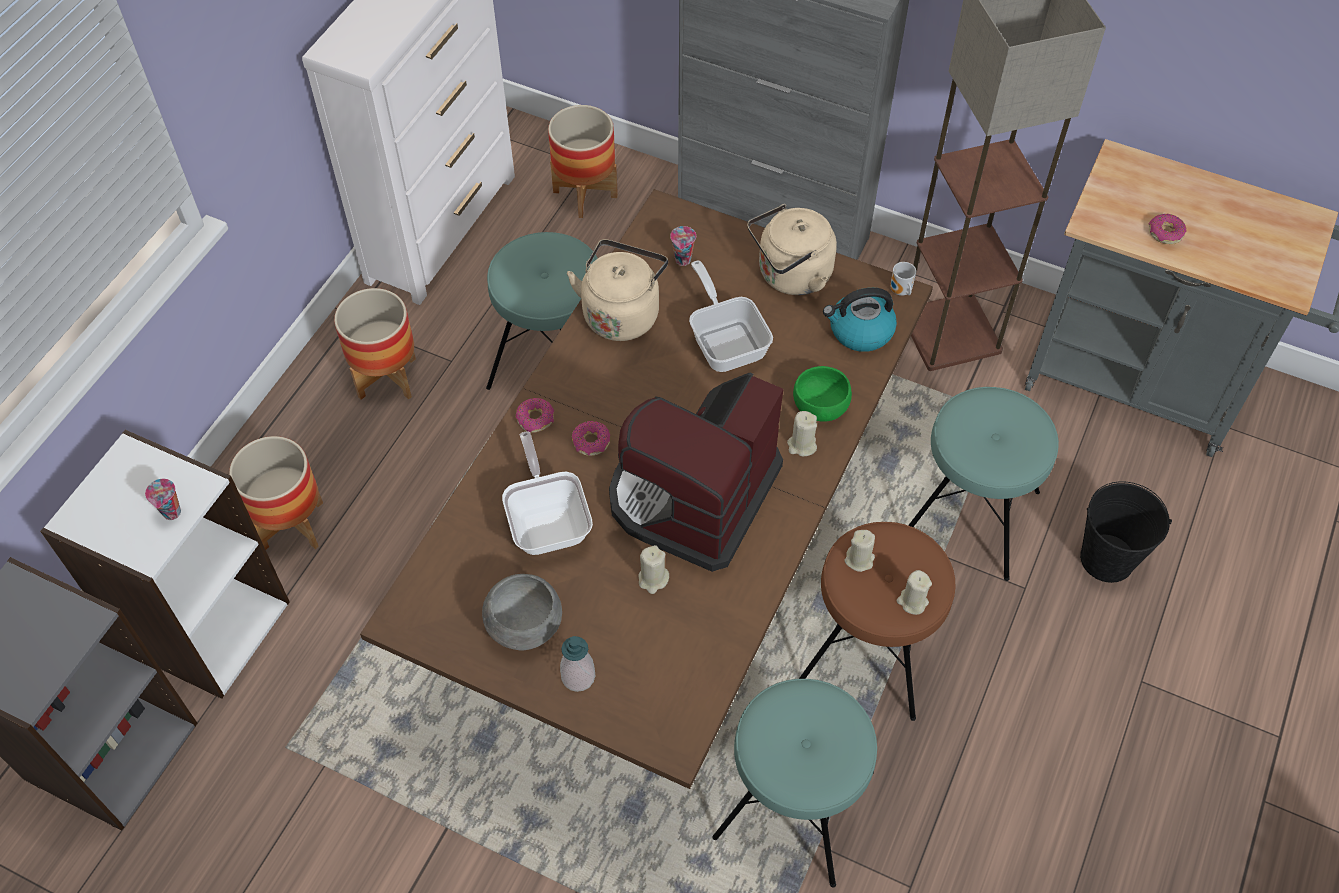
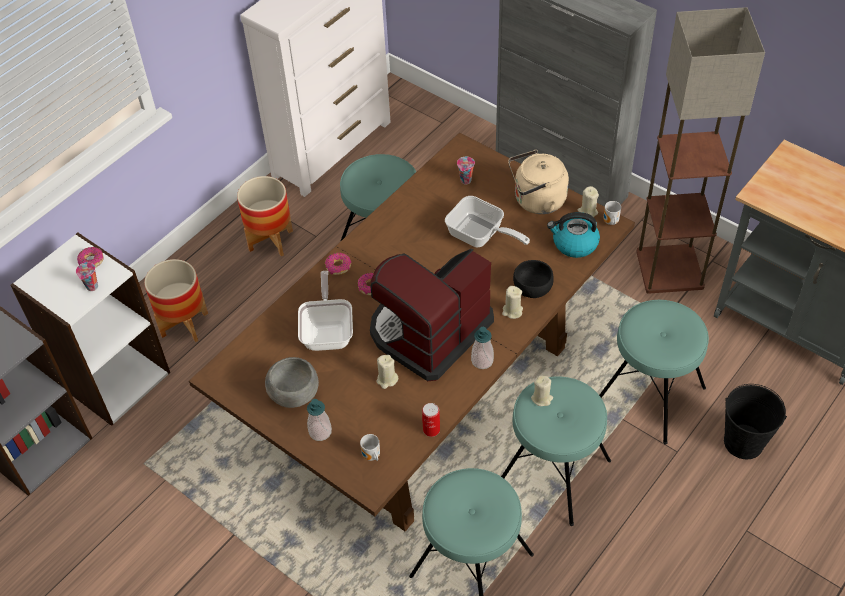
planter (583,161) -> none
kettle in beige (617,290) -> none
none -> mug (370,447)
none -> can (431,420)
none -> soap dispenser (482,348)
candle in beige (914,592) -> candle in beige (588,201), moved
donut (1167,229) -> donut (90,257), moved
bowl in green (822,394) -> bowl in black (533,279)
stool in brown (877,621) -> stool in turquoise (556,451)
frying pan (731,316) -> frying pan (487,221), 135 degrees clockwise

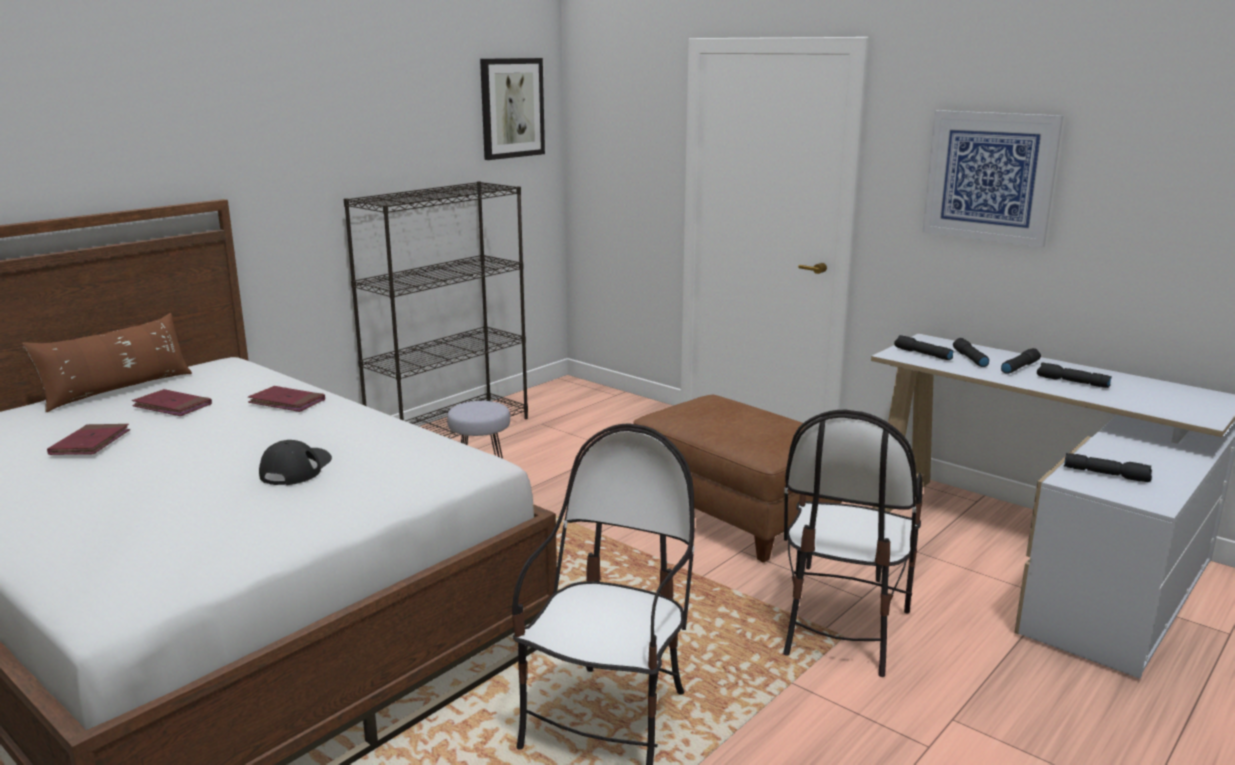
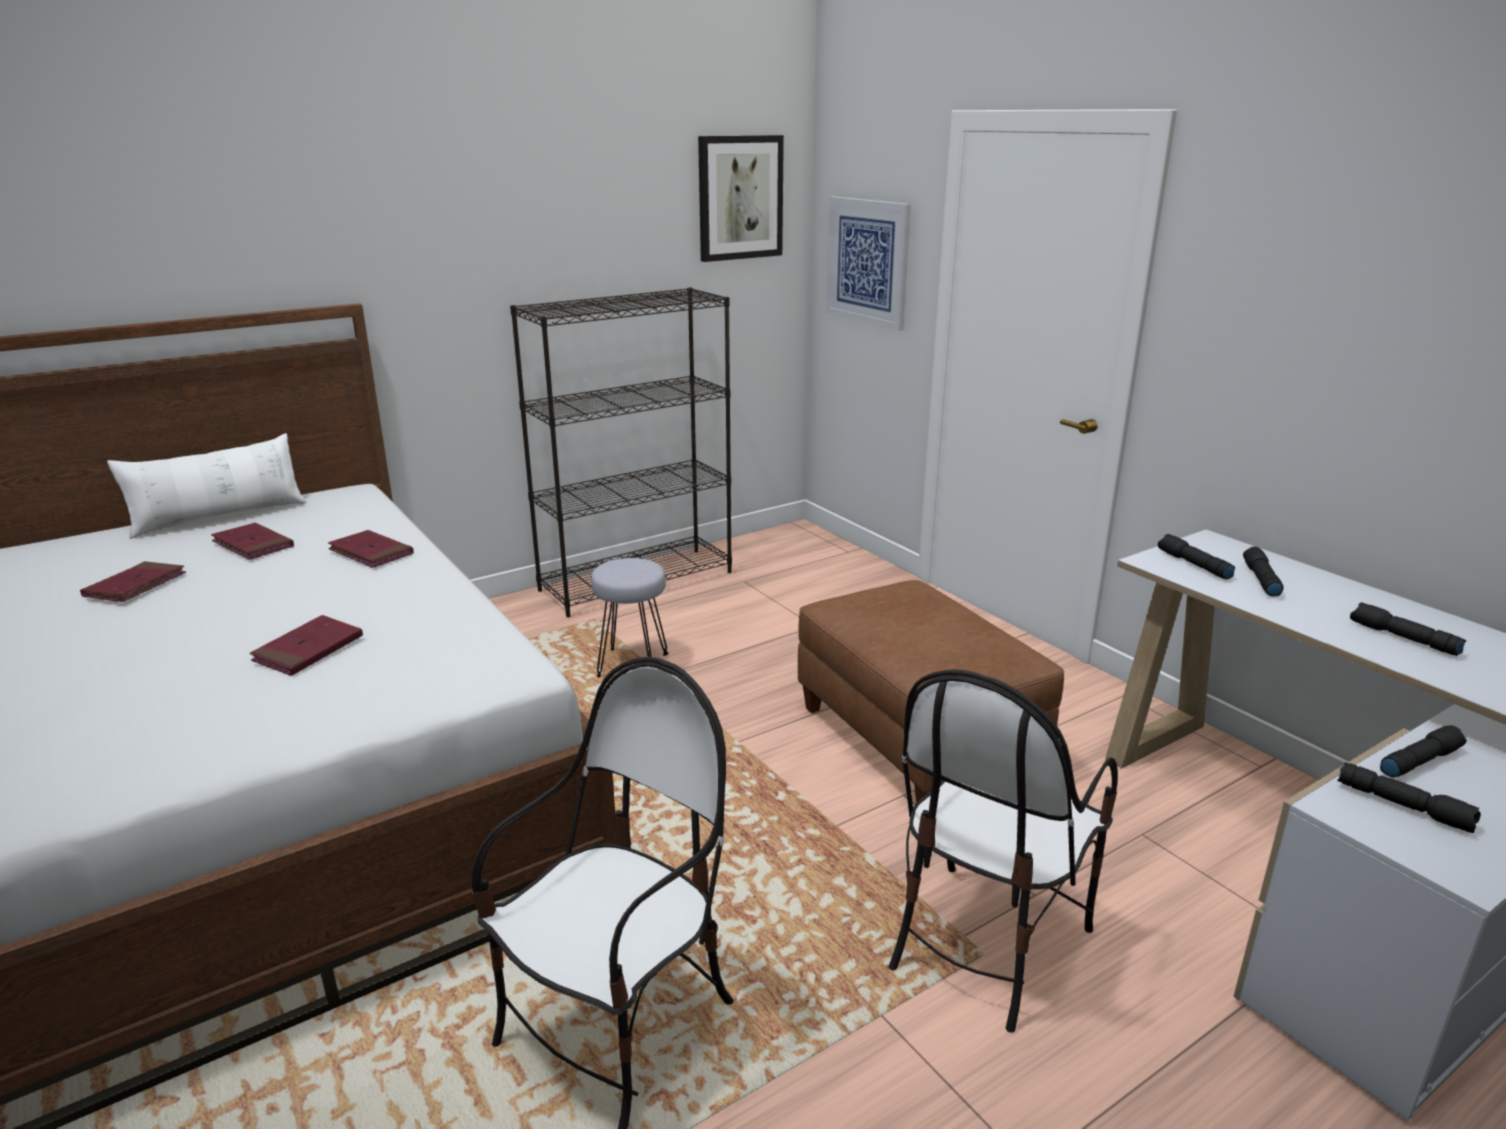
picture (993,178) -> picture (868,264), moved
flashlight in black (1021,361) -> flashlight in black (1423,751), moved
cap in black (295,462) -> book in red (306,645)
pillow in brown (107,362) -> pillow in white (207,486)

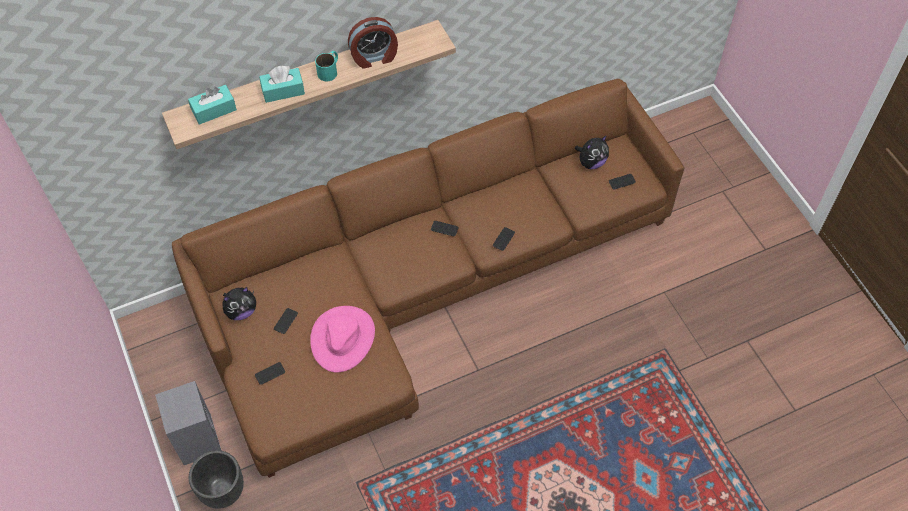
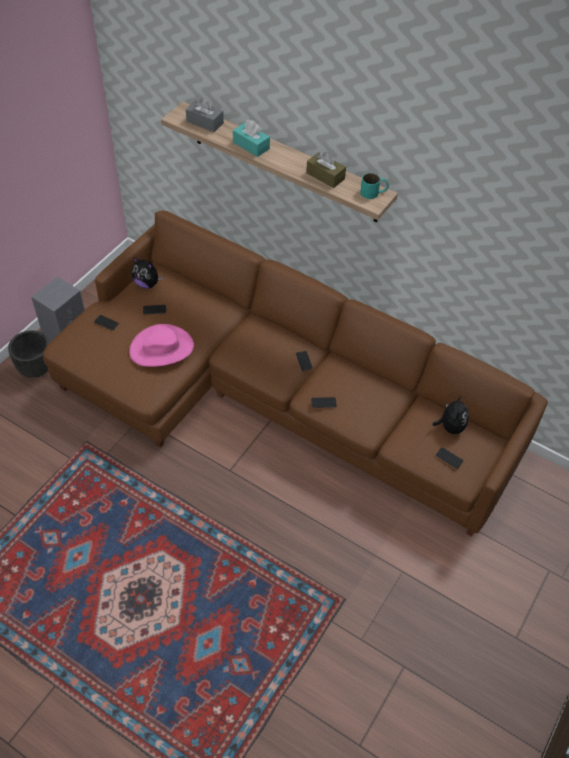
mug in turquoise (326,66) -> mug in turquoise (374,186), moved
alarm clock (373,43) -> tissue box in brown (326,170)
tissue box in turquoise (212,105) -> tissue box in grey (205,115)
plush toy (592,152) -> plush toy (450,414), 105 degrees counterclockwise

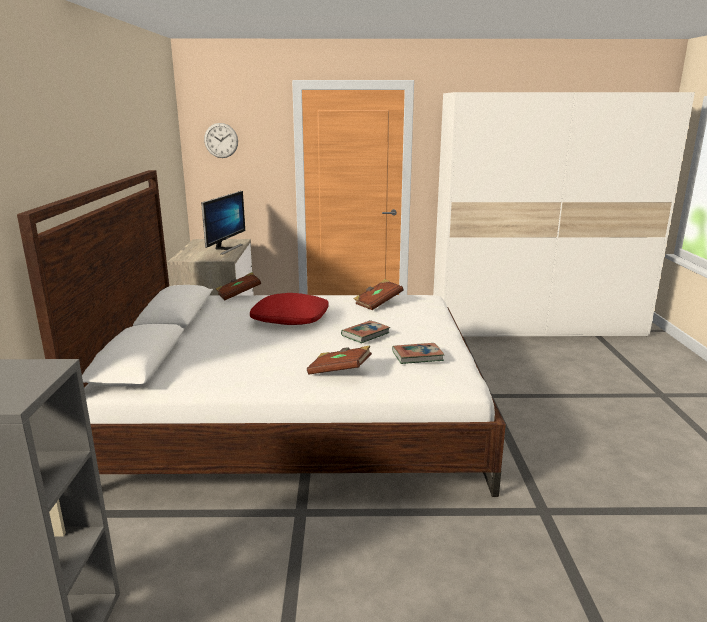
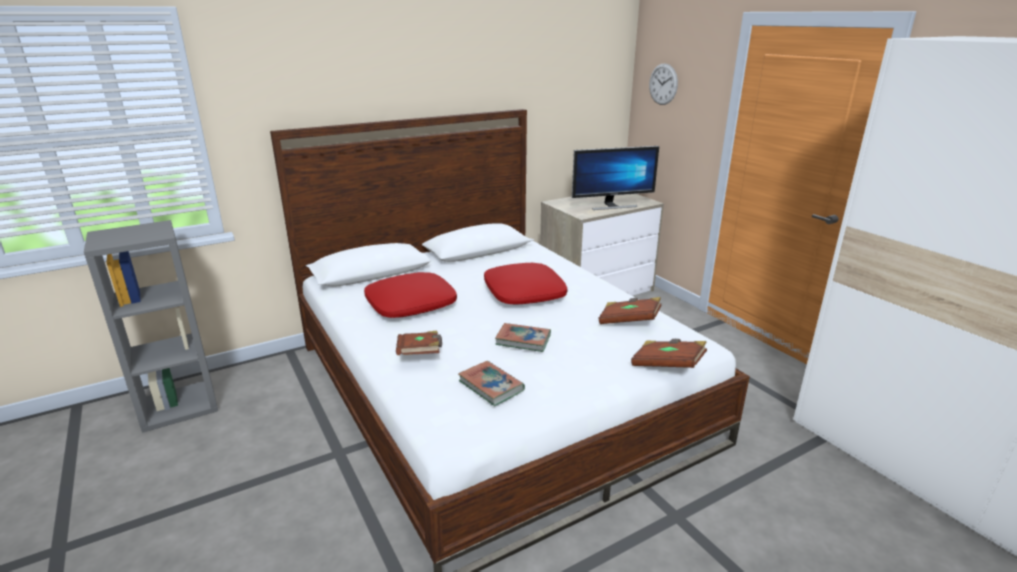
none -> pillow in red (410,295)
book in brown (238,286) -> book in brown (669,353), moved

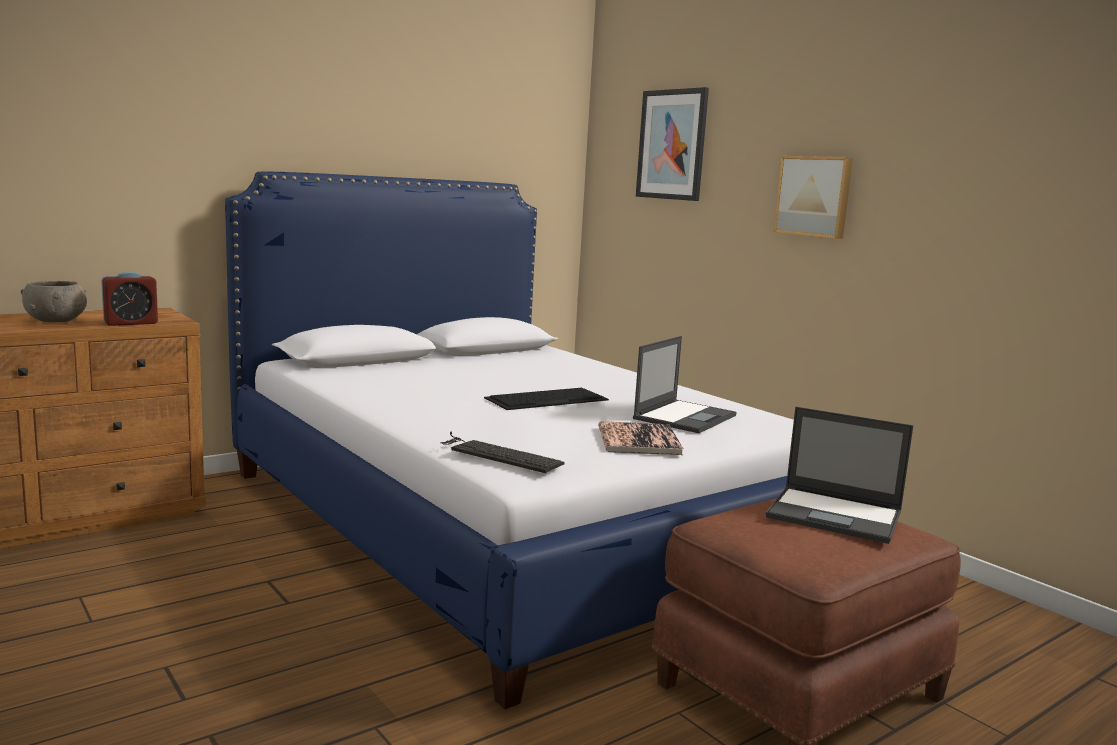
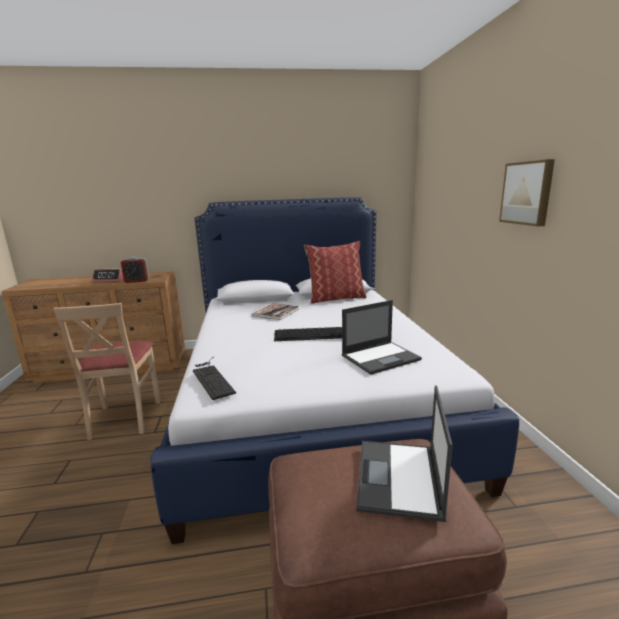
picture (672,144) -> none
none -> chair in beige (107,371)
none -> pillow (335,272)
book (641,438) -> book (275,311), moved
bowl in grey (54,301) -> alarm clock (108,275)
laptop (839,475) -> laptop (404,453), 45 degrees clockwise

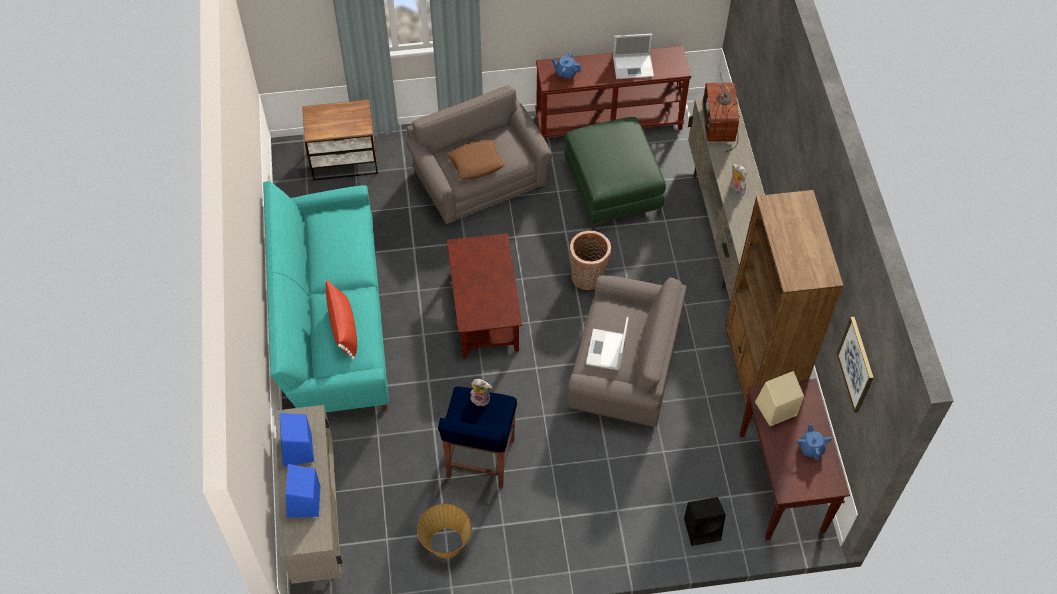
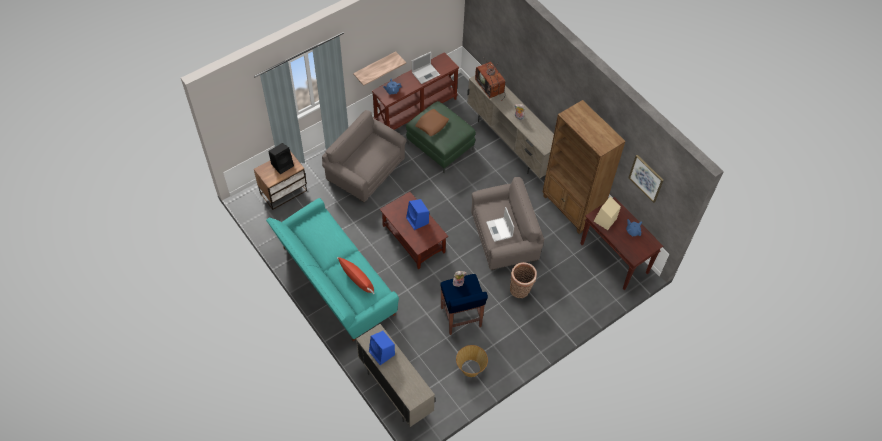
none -> shelf (379,68)
speaker in blue (303,491) -> speaker in blue (417,214), moved
pillow in brown (476,160) -> pillow in brown (432,122), moved
basket (590,260) -> basket (523,280), moved
speaker in black (705,521) -> speaker in black (281,158), moved

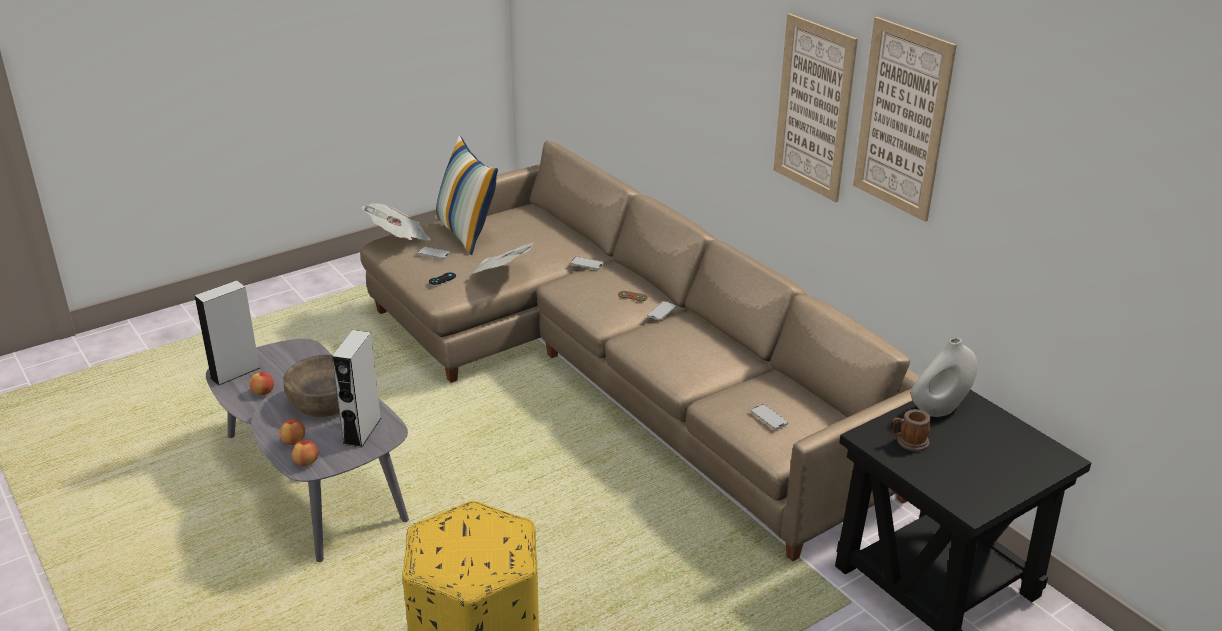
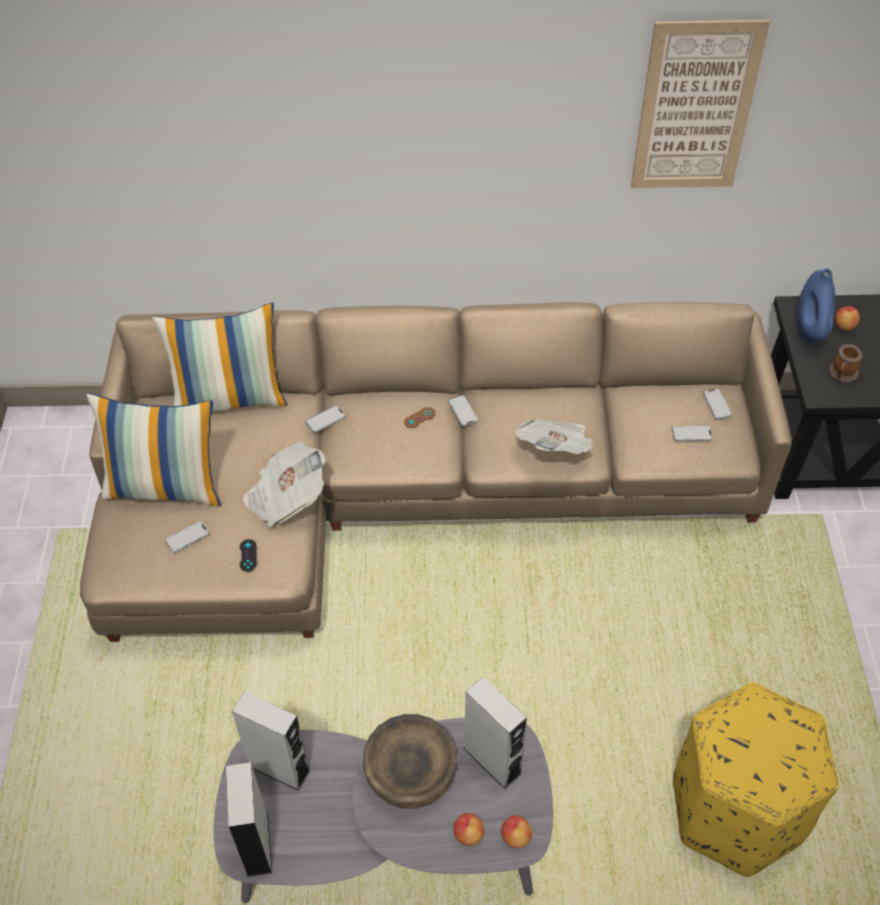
picture (816,107) -> none
none -> pillow (220,357)
none -> speaker in grey (271,741)
none -> phone (717,404)
apple (261,383) -> apple (847,318), moved
newspaper (397,222) -> newspaper (554,436), moved
vase in white (944,377) -> vase in blue (816,305)

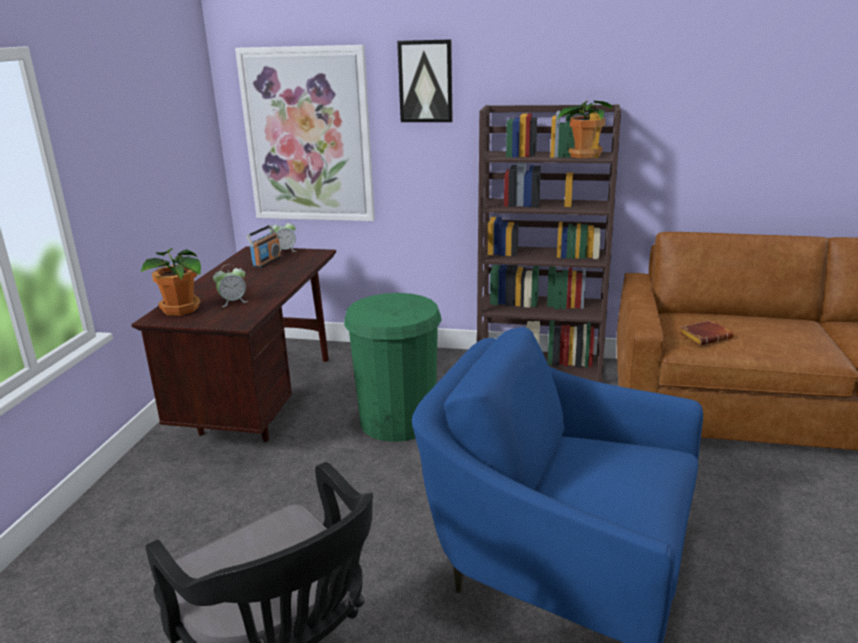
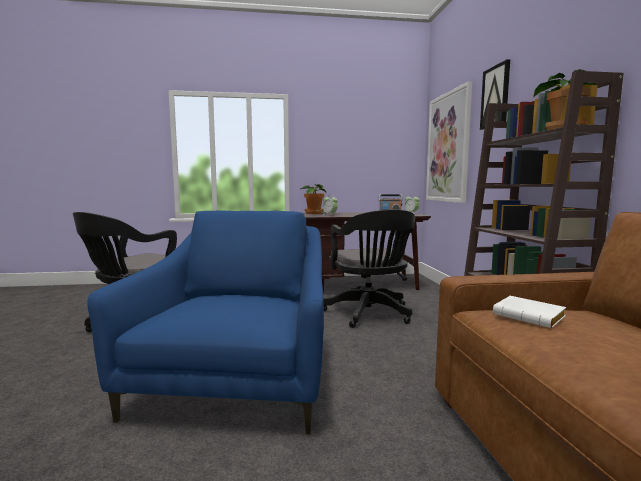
trash can in green (393,367) -> office chair in black (369,269)
book in brown (706,333) -> book in white (529,312)

